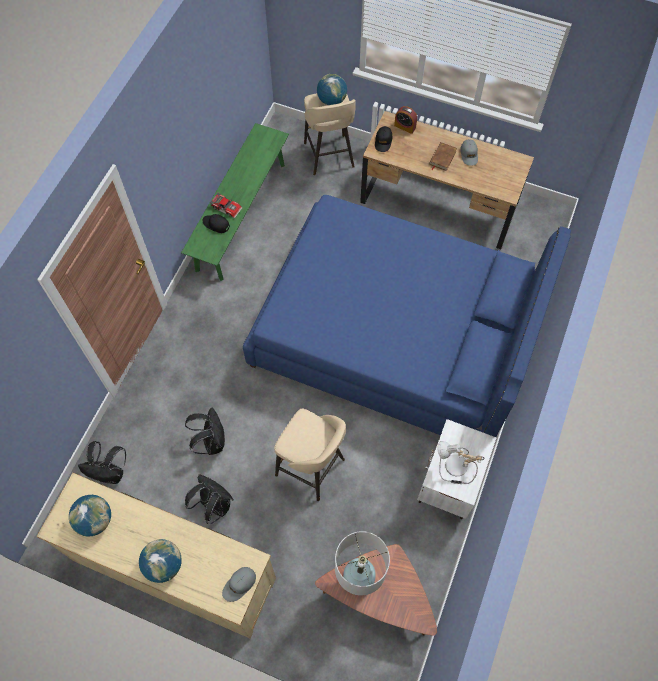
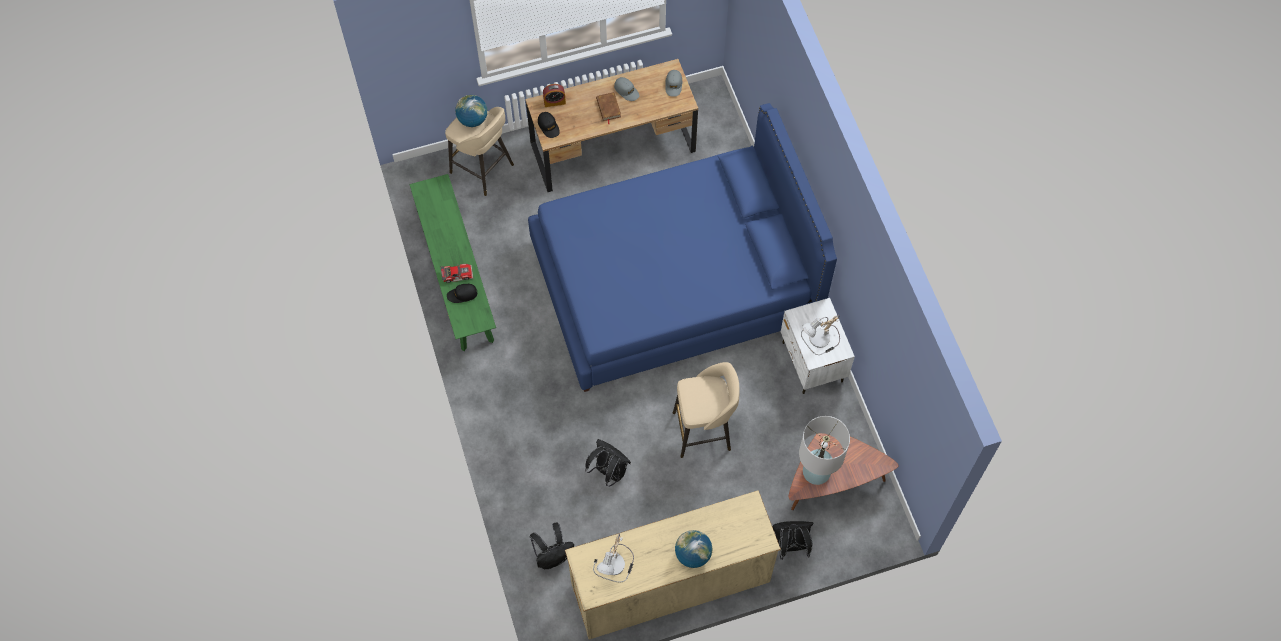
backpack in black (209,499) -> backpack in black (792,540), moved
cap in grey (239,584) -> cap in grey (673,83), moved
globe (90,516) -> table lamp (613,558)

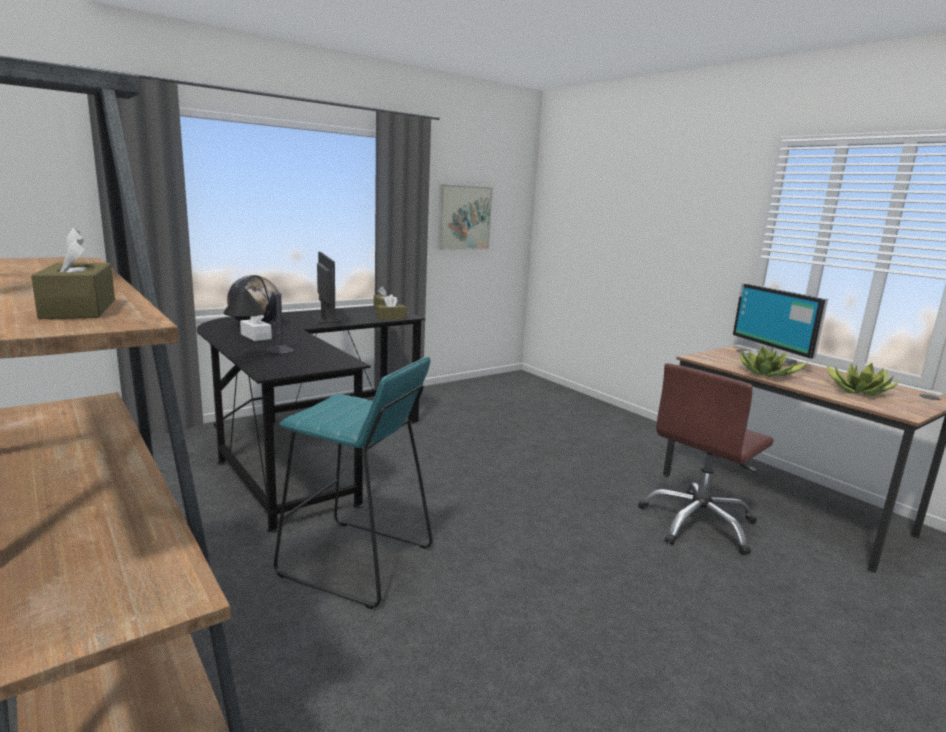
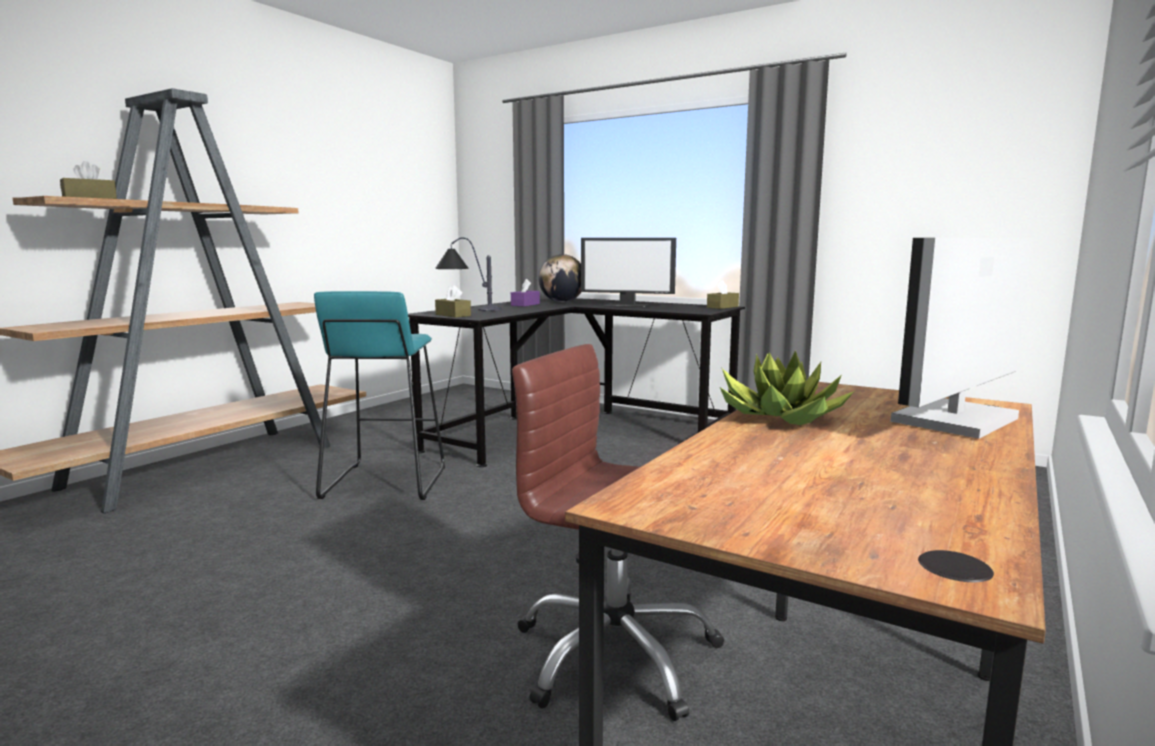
picture (465,217) -> none
potted plant (863,379) -> none
tissue box in brown (391,307) -> tissue box in brown (453,301), moved
tissue box in white (256,328) -> tissue box in purple (525,293)
monitor (327,287) -> monitor (628,272), 60 degrees clockwise

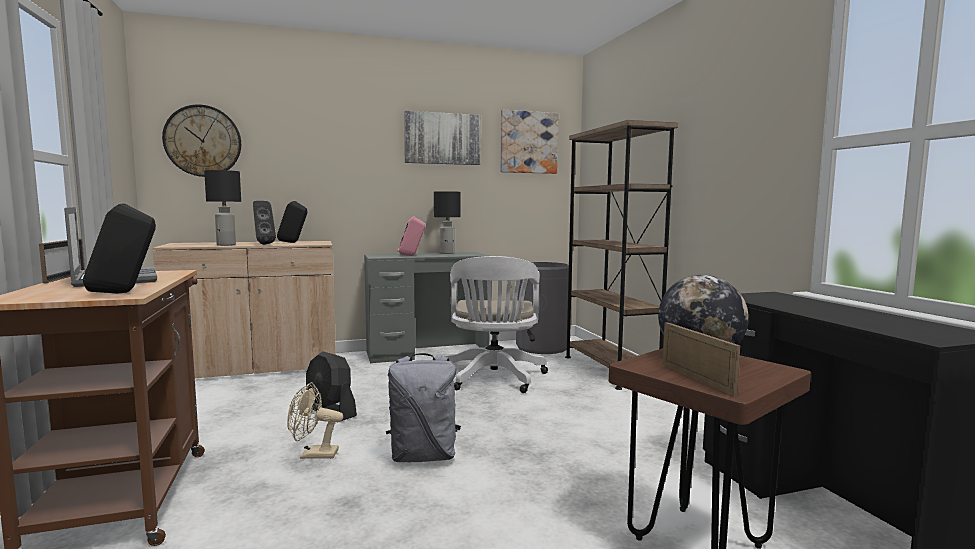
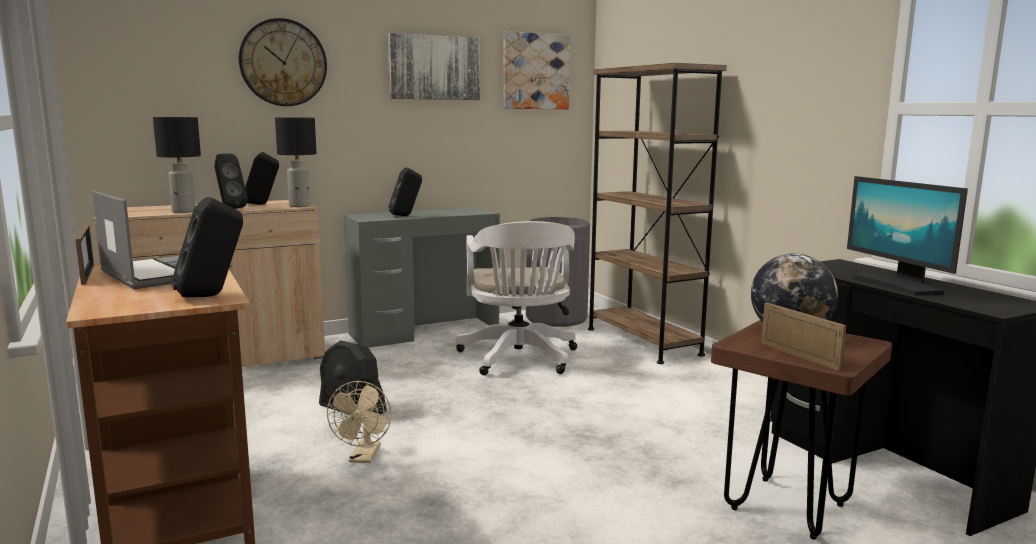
backpack in grey (423,407) -> none
none -> monitor (907,236)
wall clock (201,141) -> wall clock (283,62), moved
table lamp in black (447,222) -> table lamp in black (296,162), moved
speaker in pink (411,236) -> speaker in black (405,192)
fan in beige (315,420) -> fan in beige (359,422), 75 degrees counterclockwise

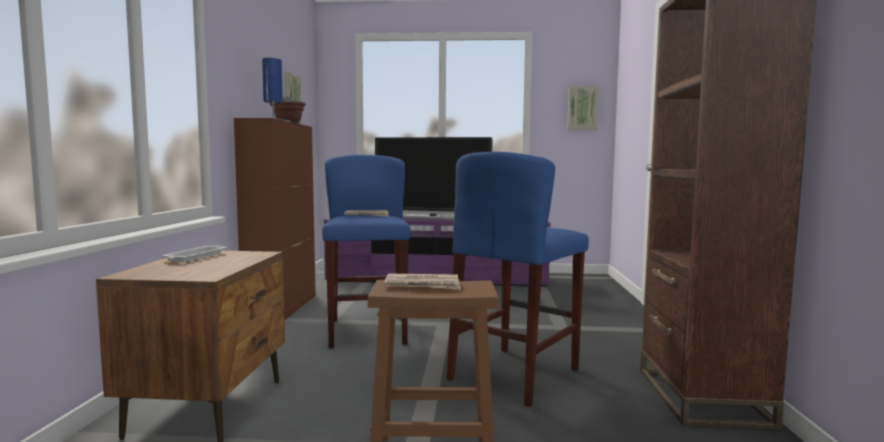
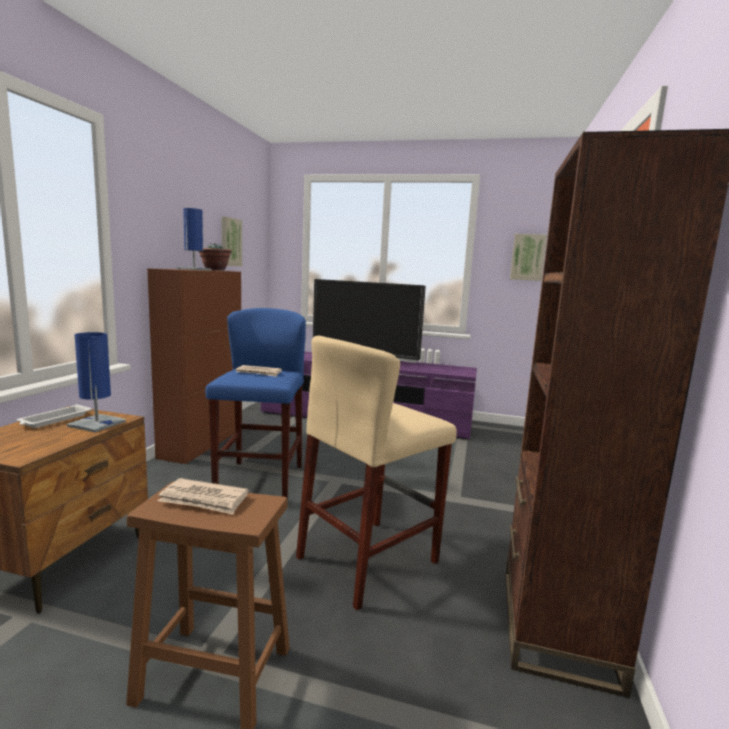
none -> table lamp in blue (96,382)
stool in blue (518,279) -> stool in beige (376,473)

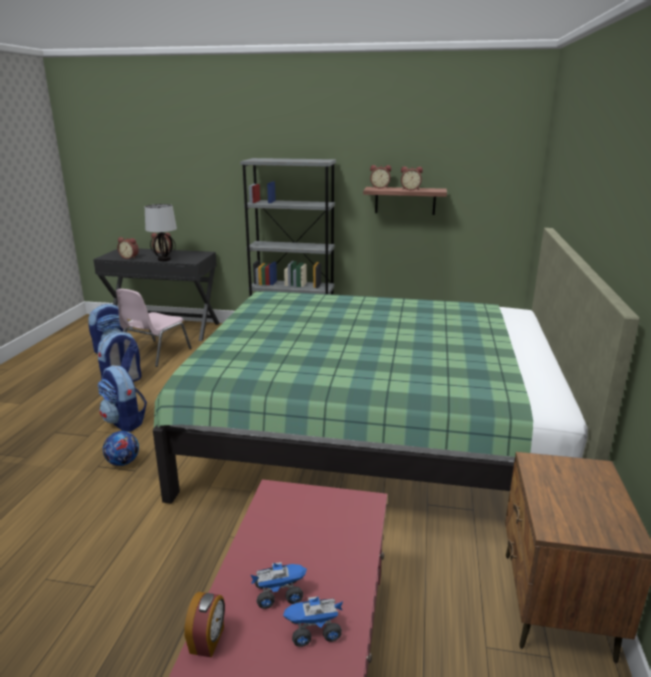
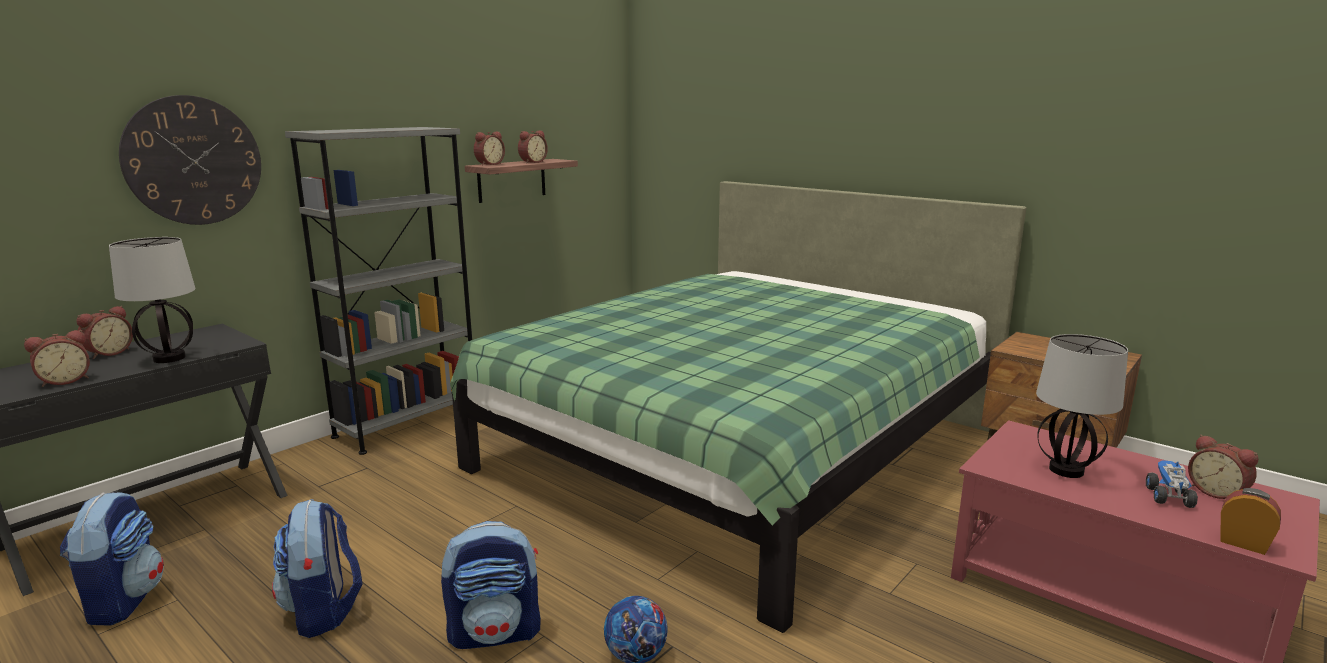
chair in pink (154,328) -> none
none -> wall clock (190,160)
none -> table lamp (1082,406)
toy truck (313,621) -> alarm clock (1223,467)

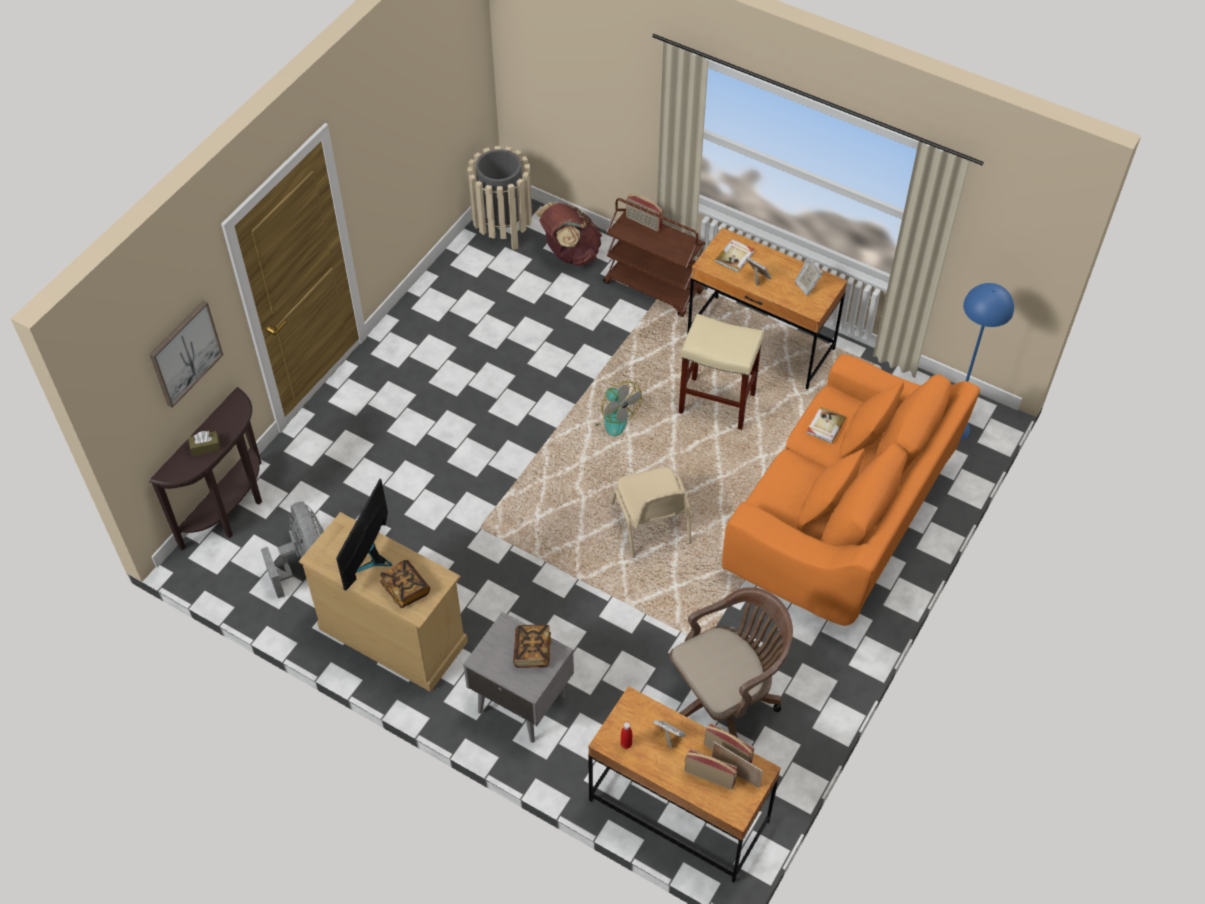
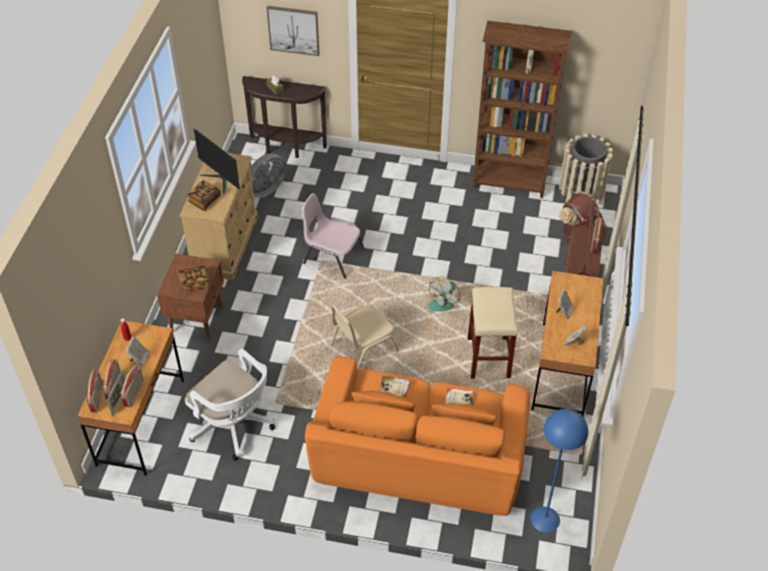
none -> radio (94,391)
none -> chair in pink (333,236)
none -> bookcase in brown (522,109)
book (734,255) -> book (394,386), moved
nightstand in grey (518,677) -> nightstand in brown (190,297)
office chair in brown (731,662) -> office chair in white (230,404)
monitor (364,534) -> monitor (217,161), 135 degrees counterclockwise

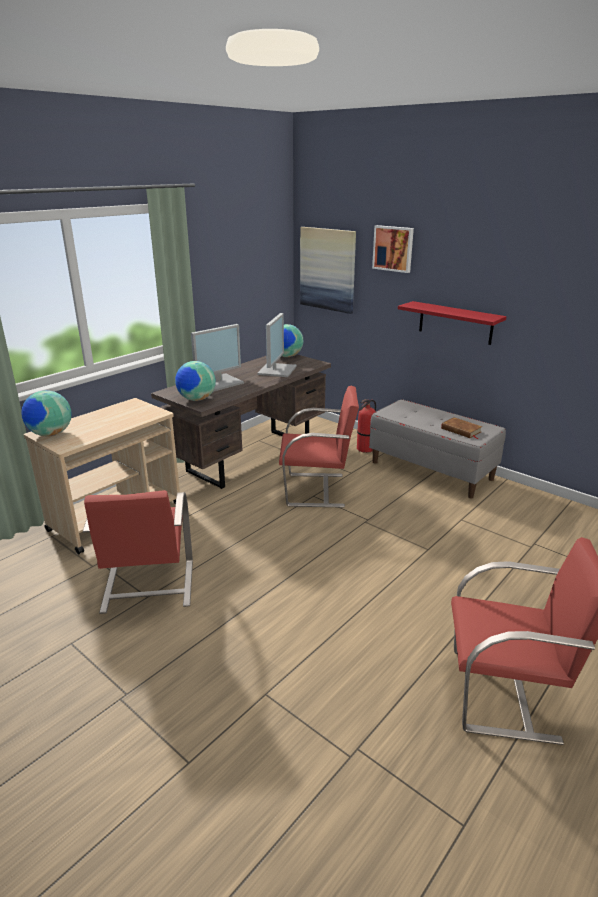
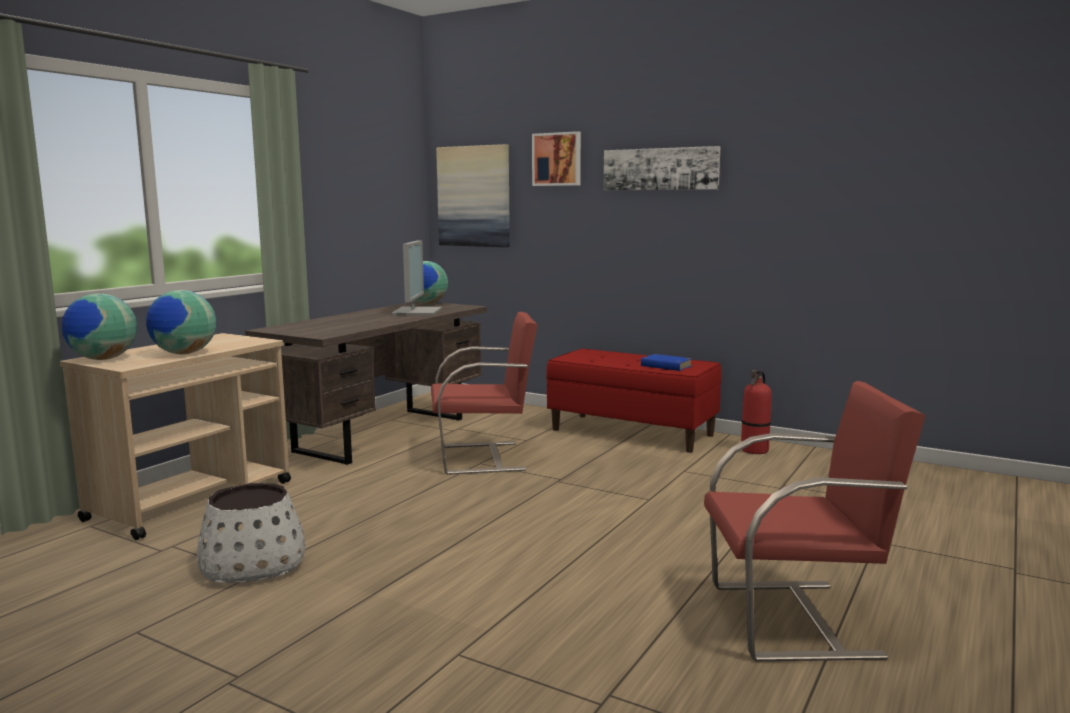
monitor (217,358) -> none
shelf in red (452,323) -> none
none -> picture (661,168)
globe (195,381) -> globe (181,322), moved
fire extinguisher (366,426) -> fire extinguisher (756,412), moved
chair in red (138,552) -> planter in white (251,533)
bench in grey (437,449) -> bench in red (634,401)
book in brown (461,428) -> book in blue (667,362)

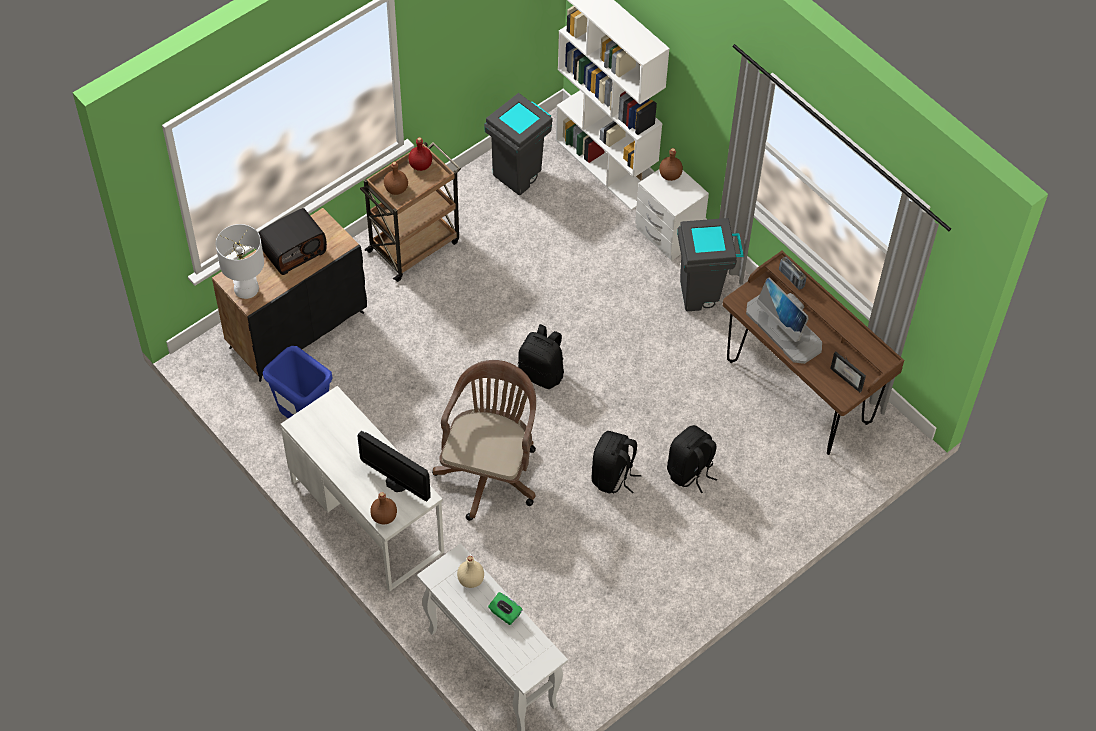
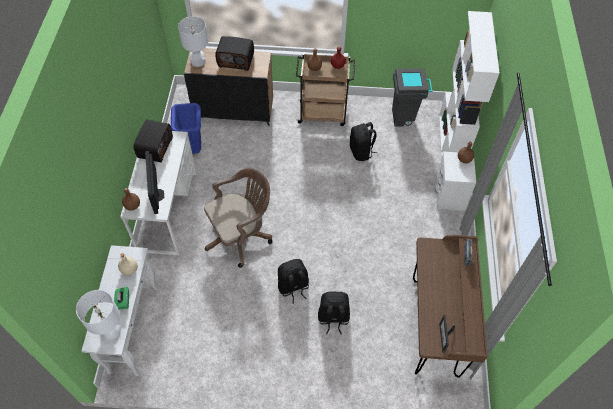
trash can in grey (710,264) -> none
monitor (784,321) -> none
none -> table lamp in white (98,315)
none -> radio (153,140)
backpack in black (541,356) -> backpack in black (363,141), moved

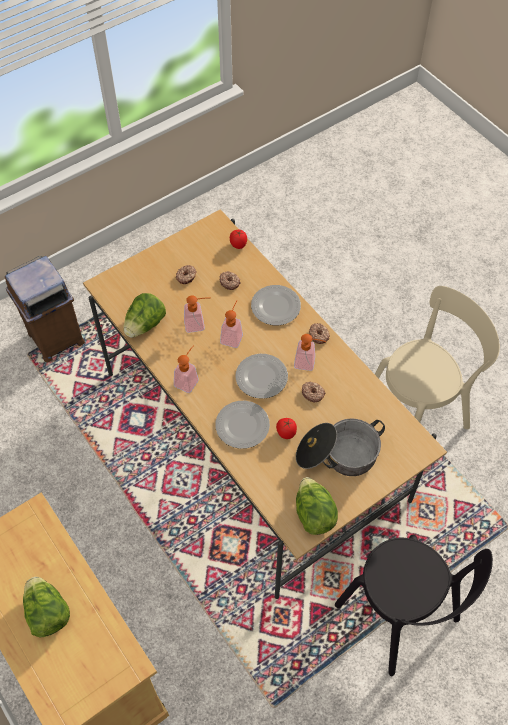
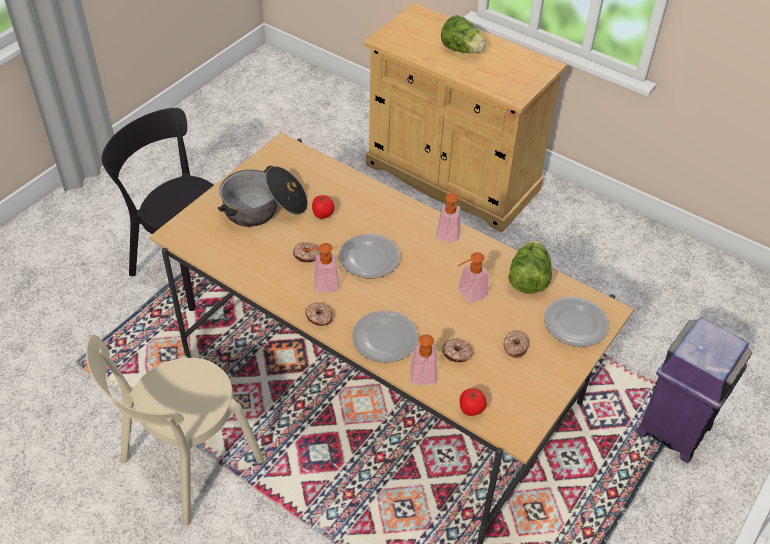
lettuce (317,506) -> none
plate (242,425) -> plate (576,322), moved
soap dispenser (231,324) -> soap dispenser (423,359), moved
trash can in brown (45,309) -> trash can in purple (694,390)

